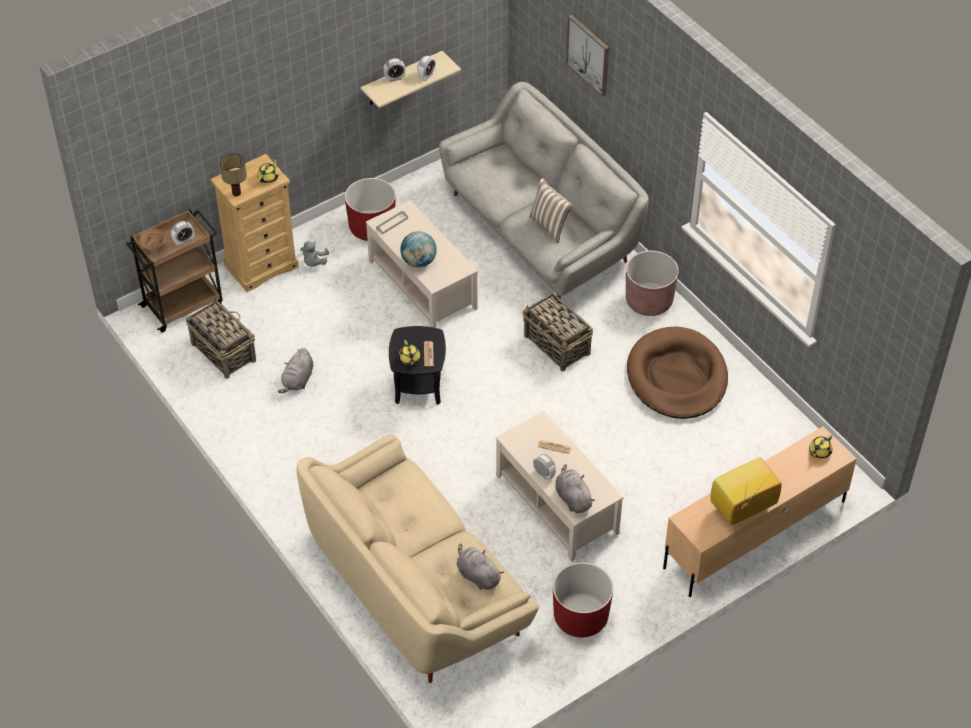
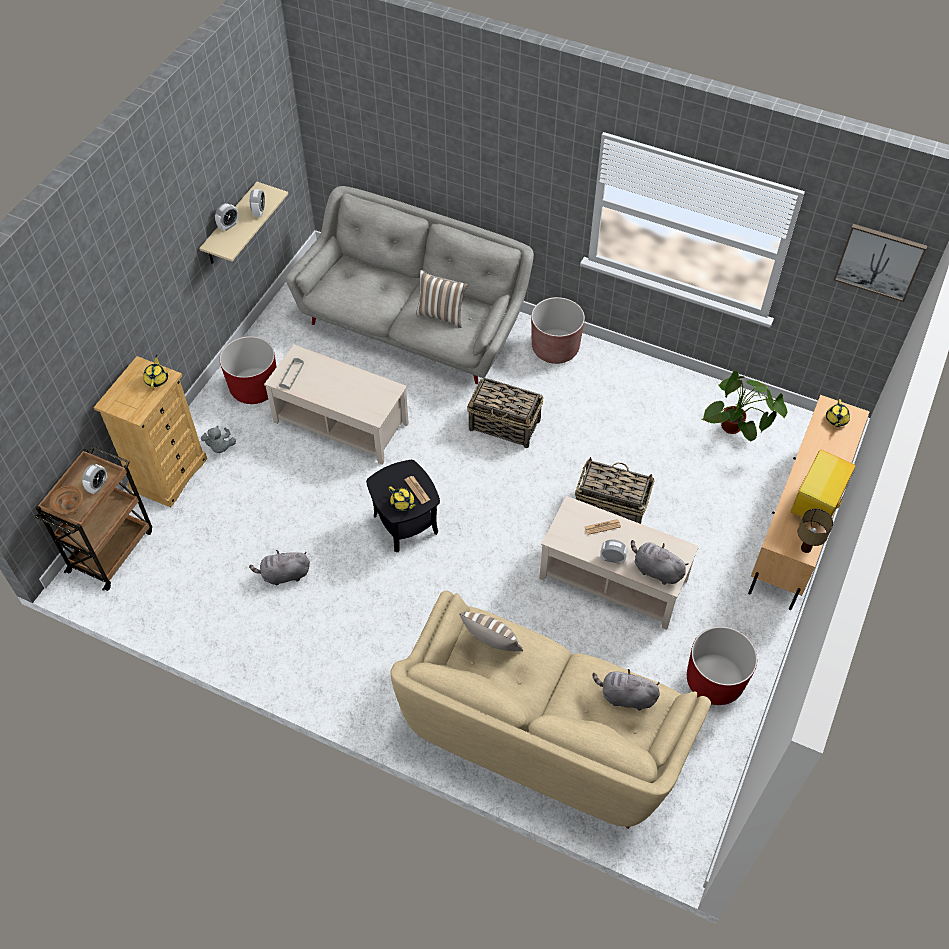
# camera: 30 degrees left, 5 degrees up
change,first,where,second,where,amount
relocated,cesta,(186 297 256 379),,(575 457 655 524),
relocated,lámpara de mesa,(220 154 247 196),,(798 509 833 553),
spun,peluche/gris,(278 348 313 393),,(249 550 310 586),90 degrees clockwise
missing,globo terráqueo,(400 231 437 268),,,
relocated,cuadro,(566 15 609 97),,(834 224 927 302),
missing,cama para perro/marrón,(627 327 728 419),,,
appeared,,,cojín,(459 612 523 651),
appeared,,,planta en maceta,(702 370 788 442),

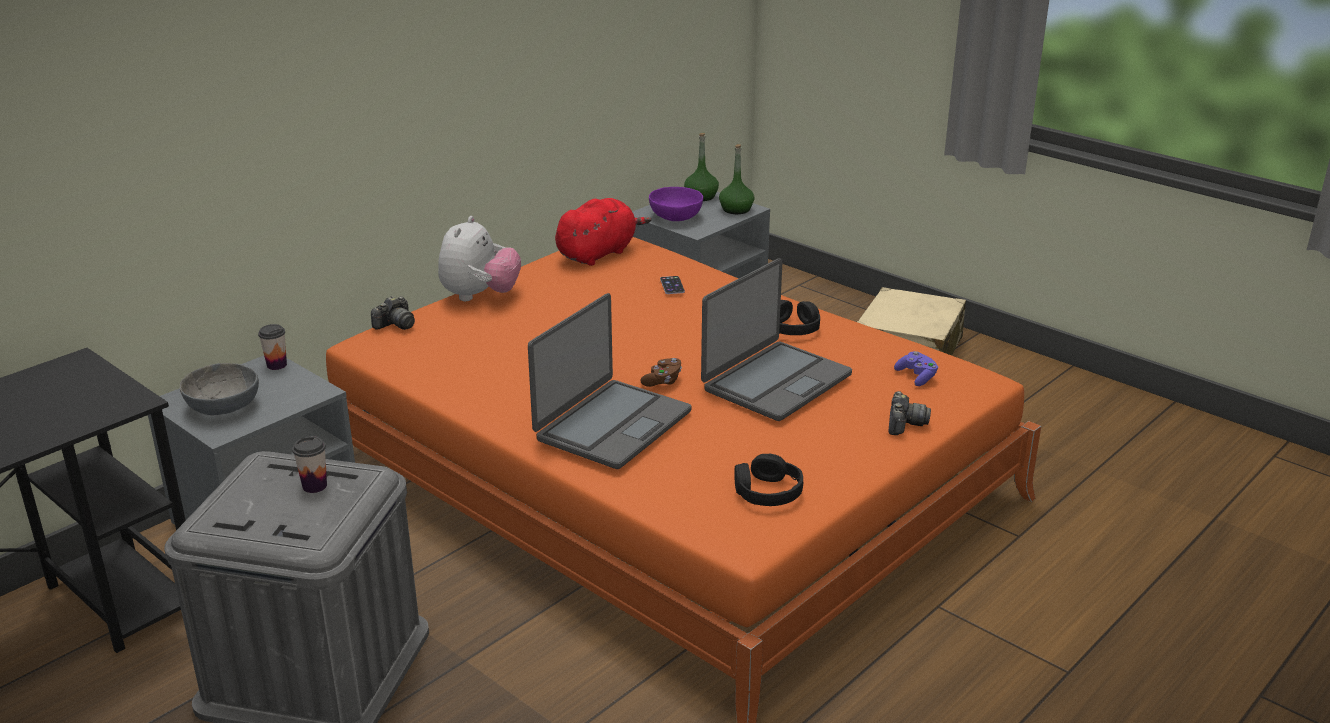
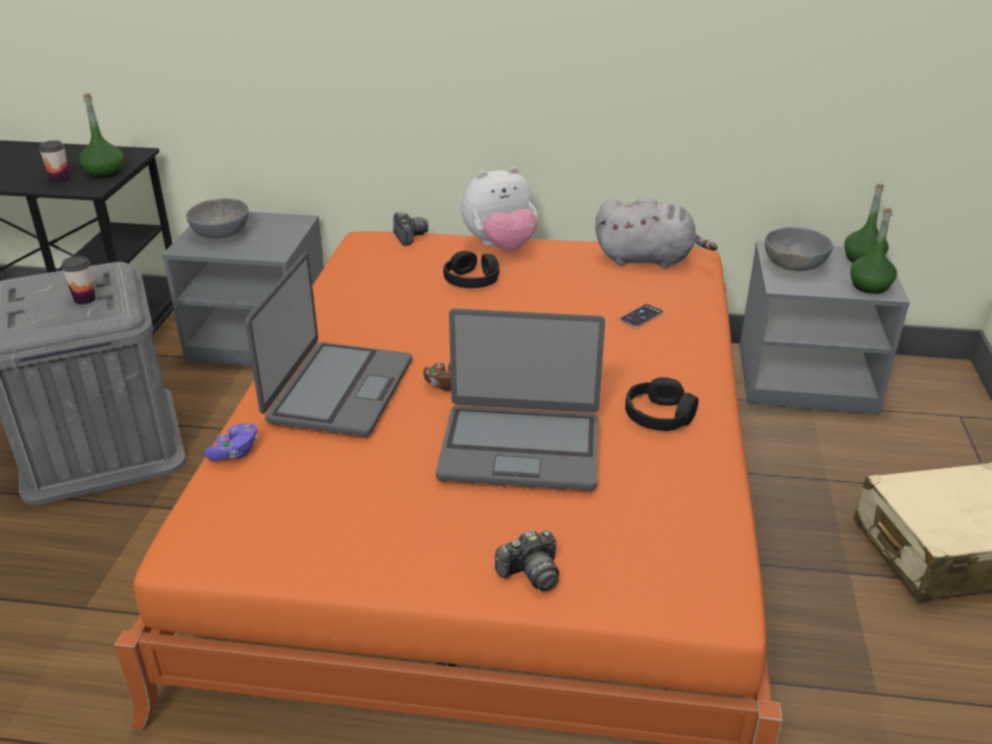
# camera: 55 degrees right, 5 degrees up
change,first,where,second,where,amount
relocated,taza,(258 324 287 370),,(39 140 70 184),
spun,cámara,(371 296 415 330),,(393 212 428 246),120 degrees counterclockwise
spun,portátil,(528 293 691 469),,(245 253 412 437),75 degrees counterclockwise
colour,peluche/rojo,(555 198 651 266),peluche/gris,(595 198 718 268),
colour,cuenco/morado,(649 187 703 221),cuenco/gris,(765 227 833 271),
relocated,auriculares/negro,(734 454 803 506),,(443 251 499 288),
relocated,mando de consola/morado,(894 351 938 386),,(204 423 257 461),
appeared,,,botella/verde,(79 93 124 178),

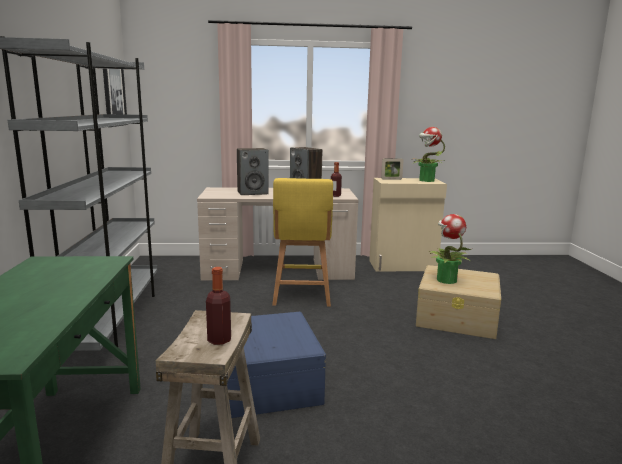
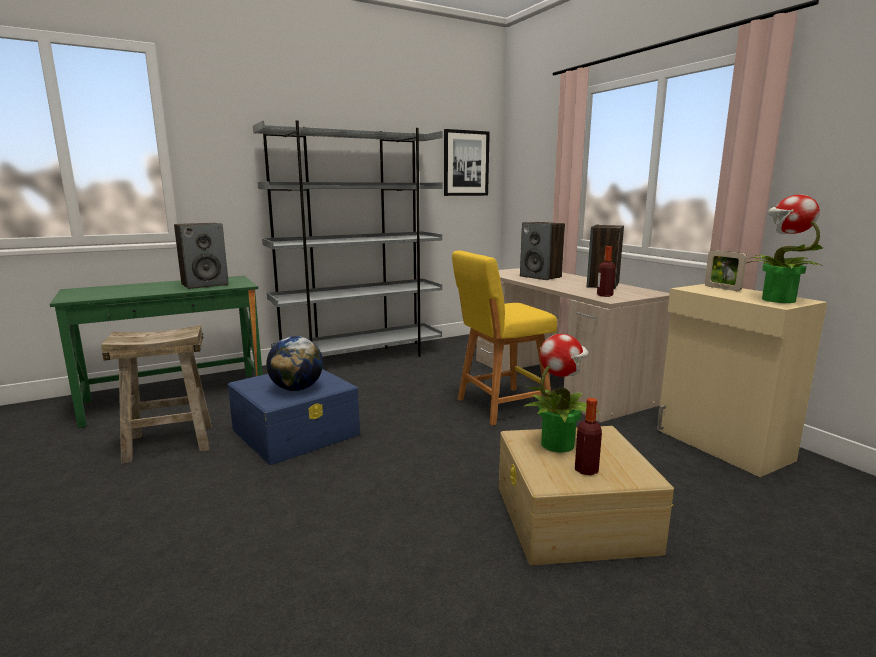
# camera: 65 degrees right, 0 degrees up
change,first,where,second,where,amount
relocated,botella,(206 267 231 345),,(575 398 602 475),
appeared,,,altavoz,(174 223 229 289),
appeared,,,globo terráqueo,(266 336 323 391),

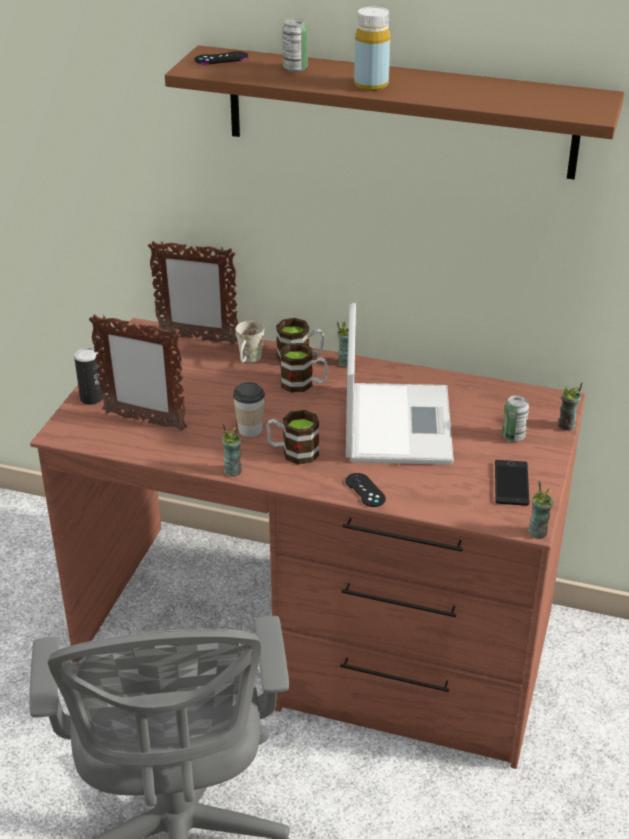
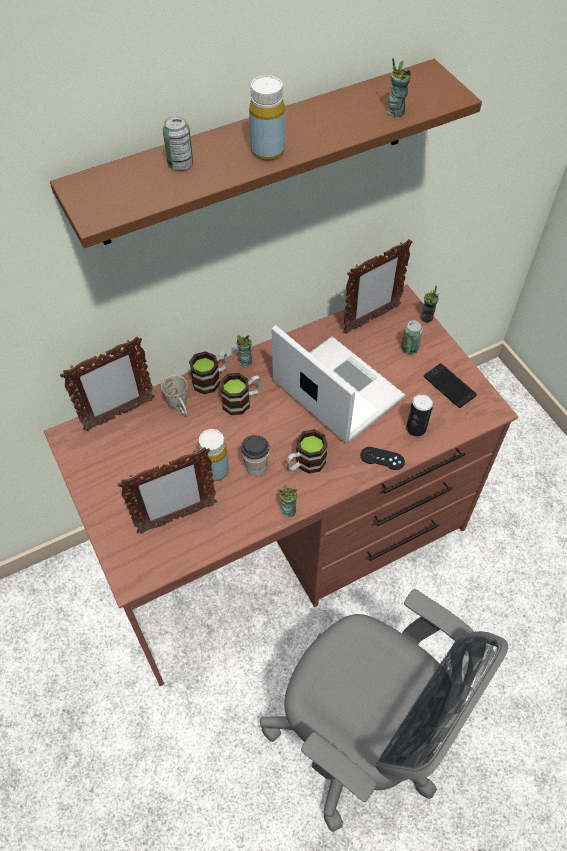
# camera: 45 degrees left, 20 degrees up
change,first,where,second,where,amount
relocated,lata,(74 348 103 405),,(406 393 433 436),
missing,mando de consola/negro,(195 51 249 64),,,
relocated,taza,(528 481 553 539),,(387 58 411 117),
appeared,,,botella/amarillo,(199 429 229 481),
appeared,,,portarretratos,(343 239 412 334),

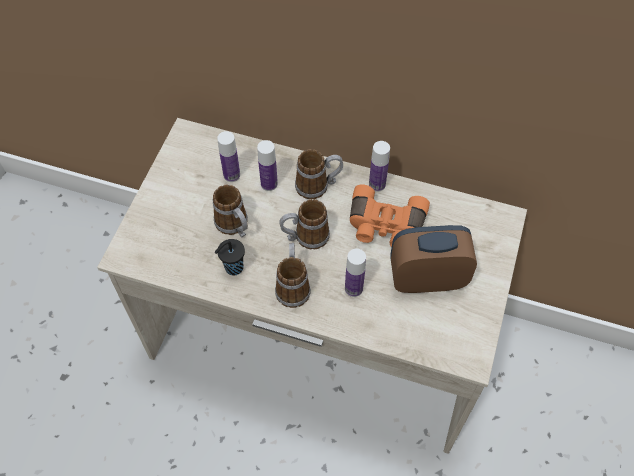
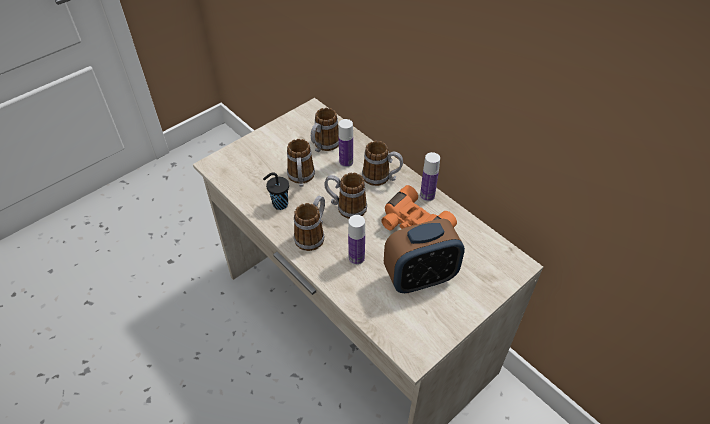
# camera: 30 degrees right, 10 degrees down
change,first,where,second,where,amount
exchanged,botella,(217 131 240 182),taza grande,(311 108 339 152),
spun,despertador,(390 225 477 293),,(384 219 465 293),135 degrees clockwise

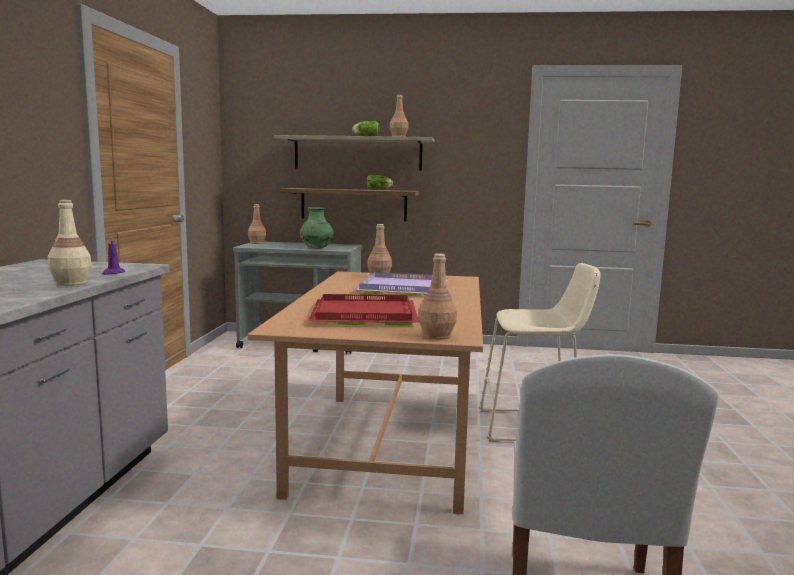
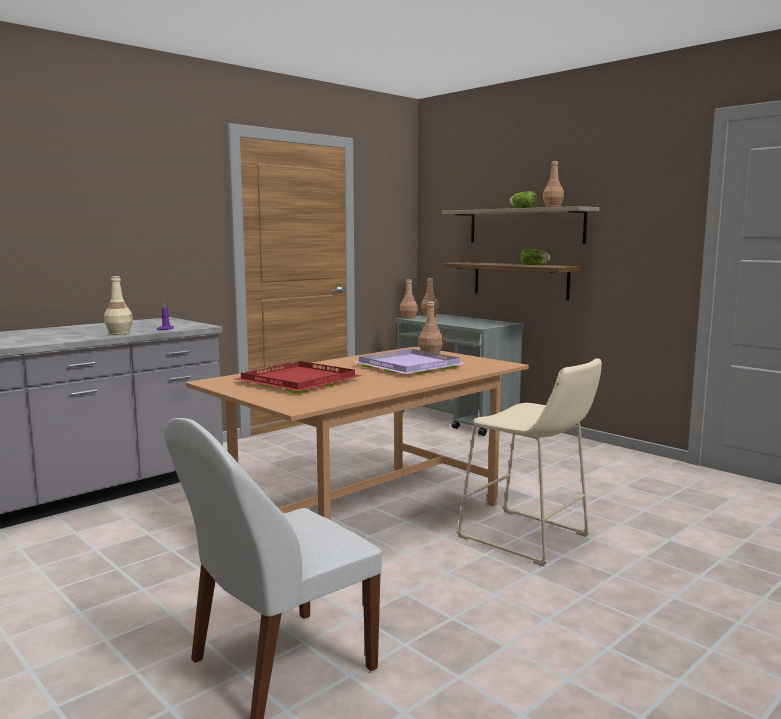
# camera: 40 degrees right, 0 degrees up
change,first,where,second,where,amount
missing,florero/verde,(300 207 334 249),,,
relocated,botella/marrón,(418 253 457 340),,(400 279 418 319),

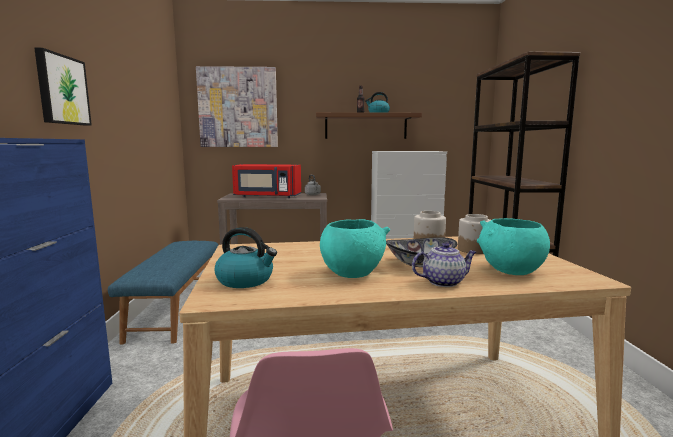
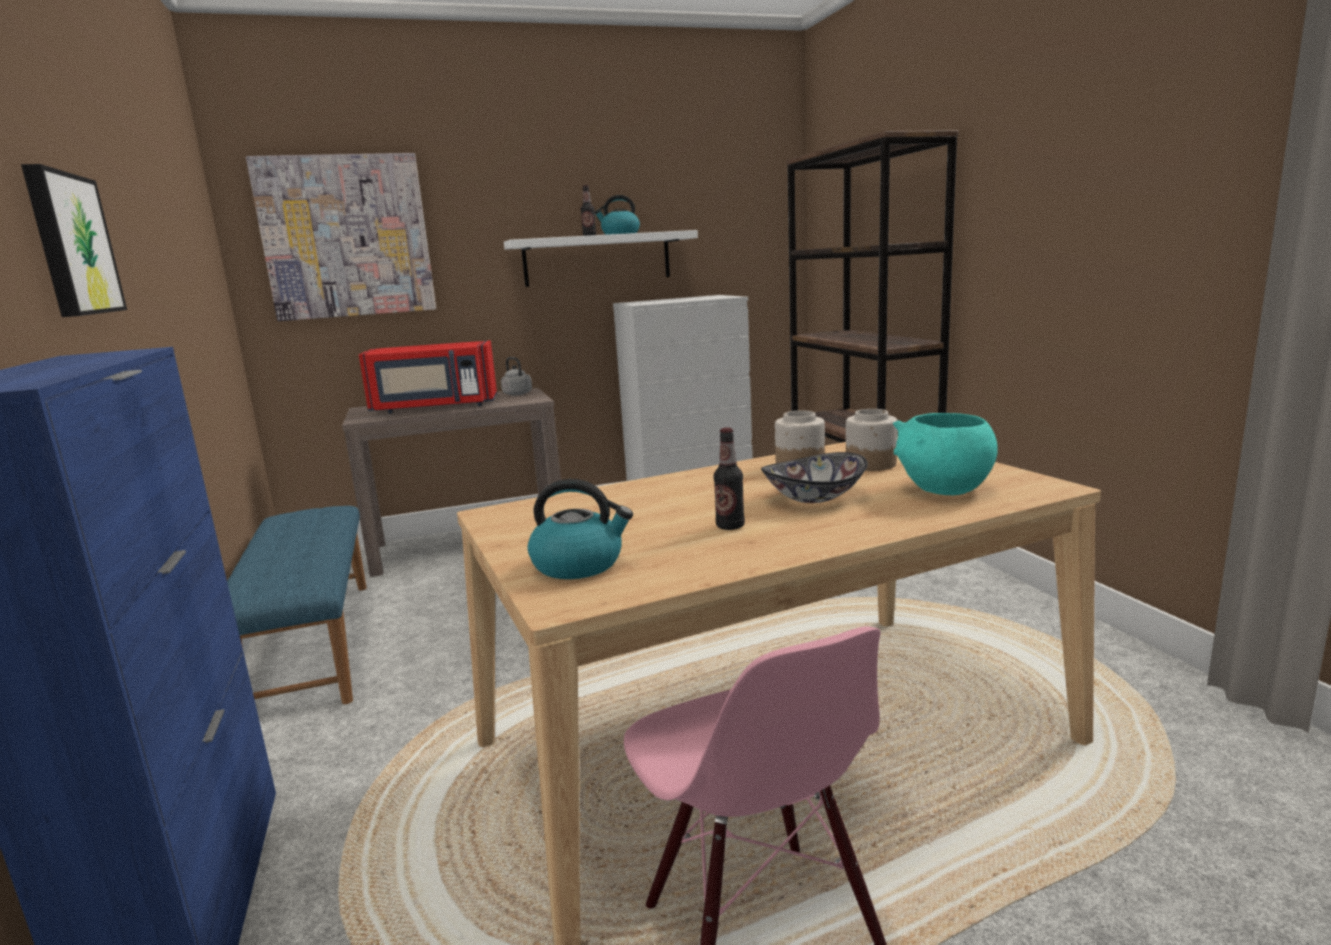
# camera: 15 degrees left, 5 degrees up
change,first,where,second,where,amount
colour,estante/marrón,(316 112 422 139),estante/blanco,(504 230 698 287),
exchanged,cuenco/turquesa,(320 219 390 278),botella,(714 428 745 530),
missing,tetera,(412 243 476 287),,,

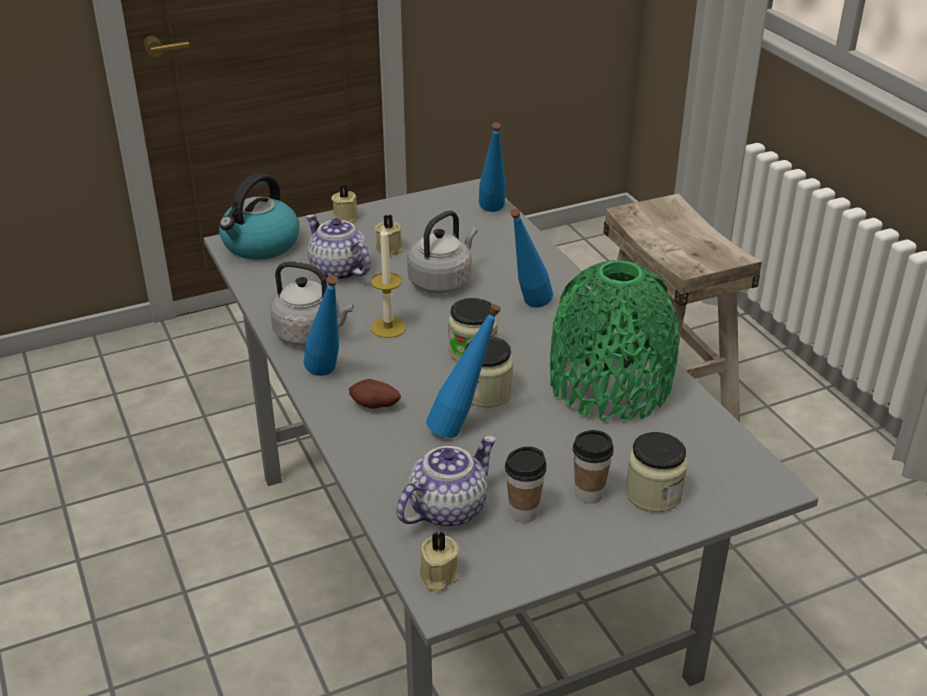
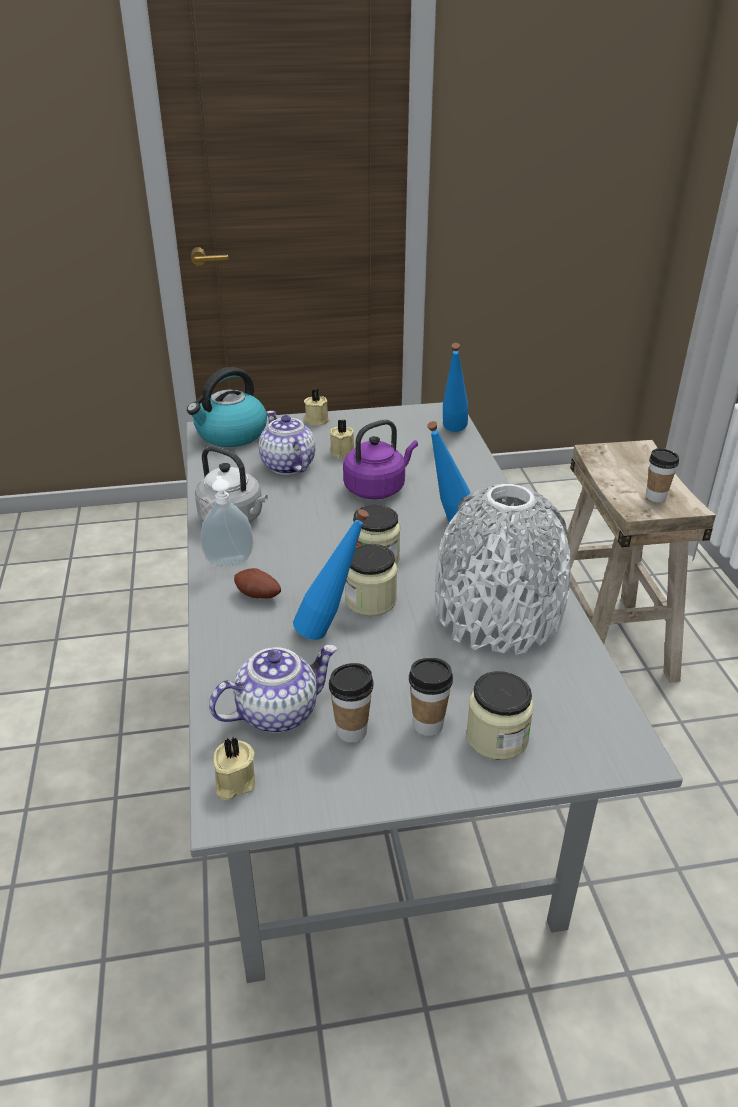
# camera: 15 degrees right, 0 degrees up
change,first,where,second,where,amount
exchanged,botella/azul,(304 275 339 376),dispensador de jabón,(201 476 253 567),
missing,vela,(371 227 406 338),,,
colour,hervidor/gris,(407 211 478 294),hervidor/morado,(343 419 418 499),
colour,florero/verde,(550 260 679 421),florero/gris,(435 484 570 655),
appeared,,,taza,(646 448 679 502),

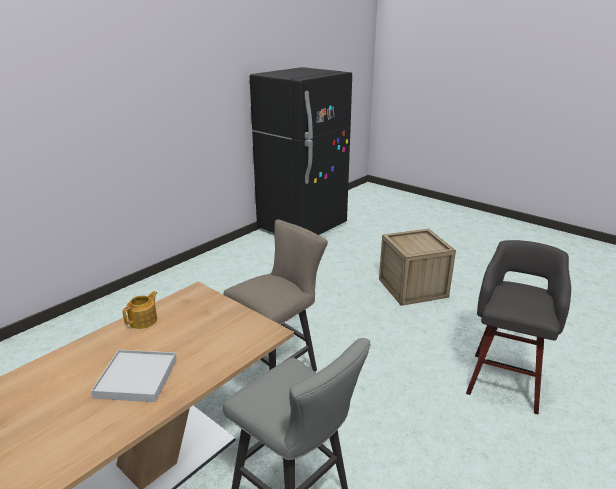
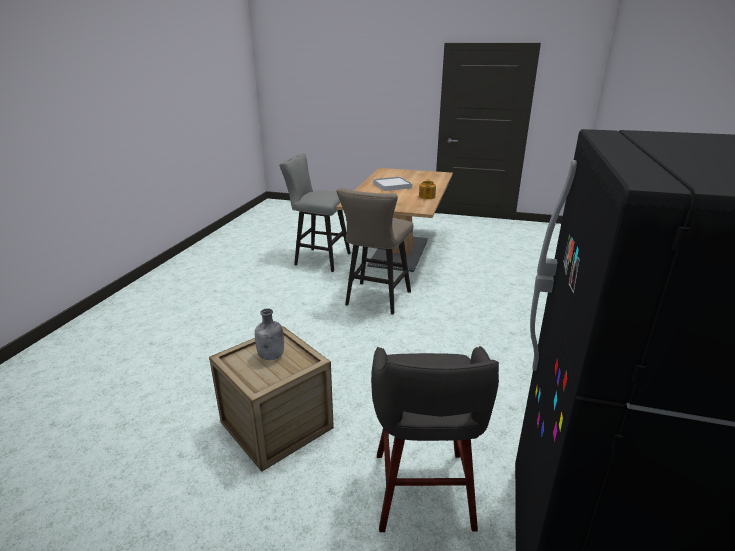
# camera: 155 degrees right, 0 degrees up
change,first,where,second,where,amount
relocated,taburete/gris,(466 240 571 414),,(371 346 499 532),
appeared,,,botella/gris,(255 308 284 360),

